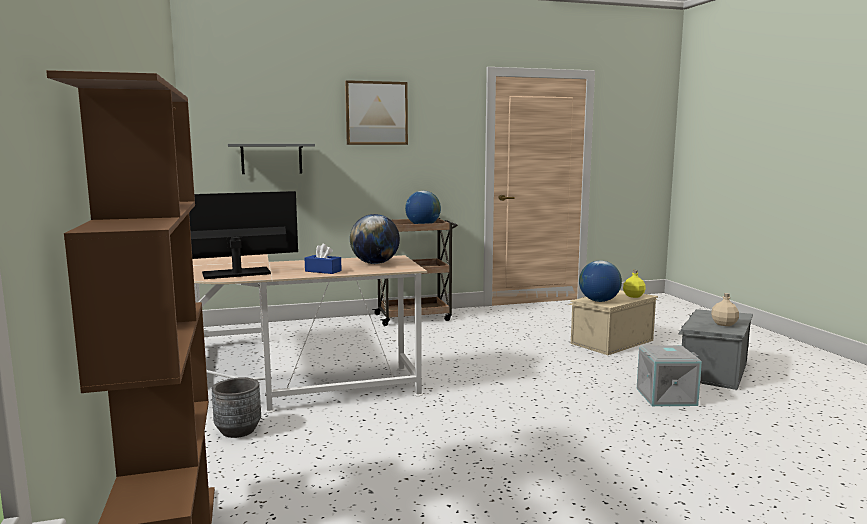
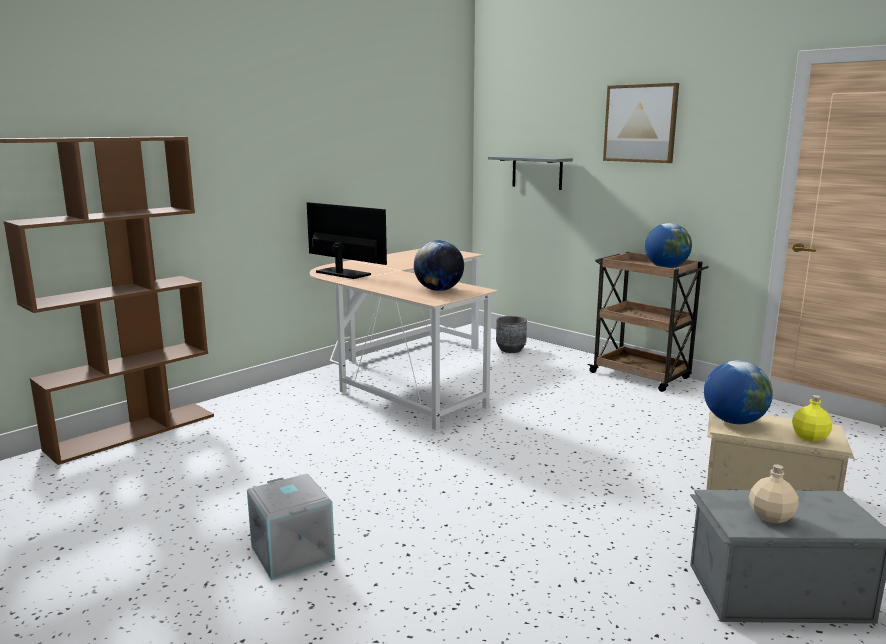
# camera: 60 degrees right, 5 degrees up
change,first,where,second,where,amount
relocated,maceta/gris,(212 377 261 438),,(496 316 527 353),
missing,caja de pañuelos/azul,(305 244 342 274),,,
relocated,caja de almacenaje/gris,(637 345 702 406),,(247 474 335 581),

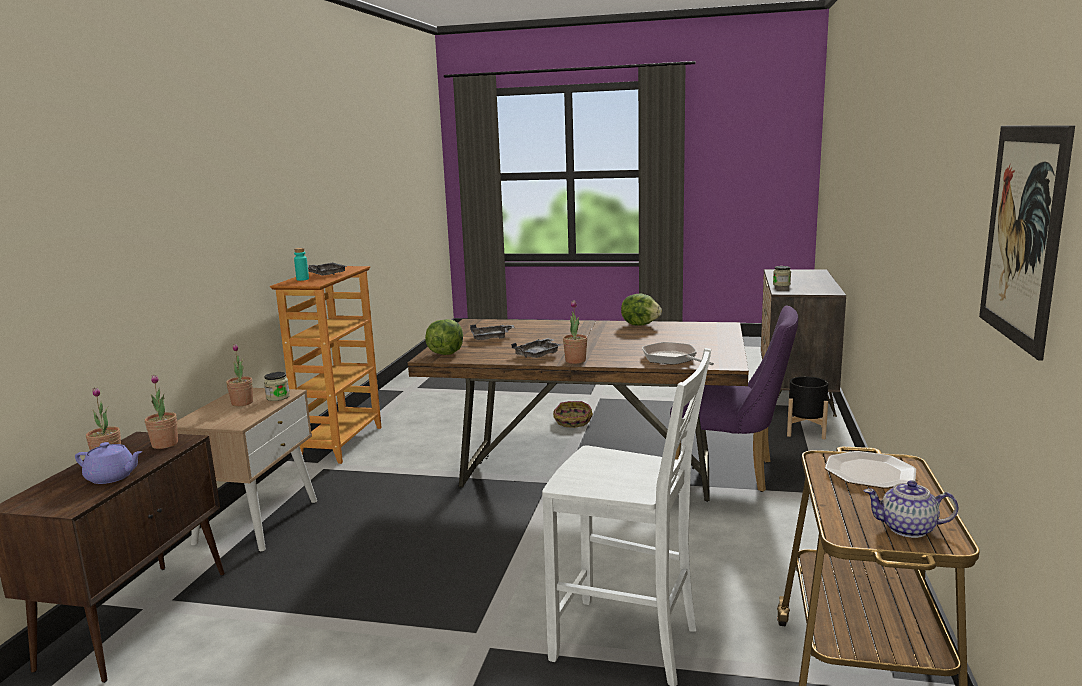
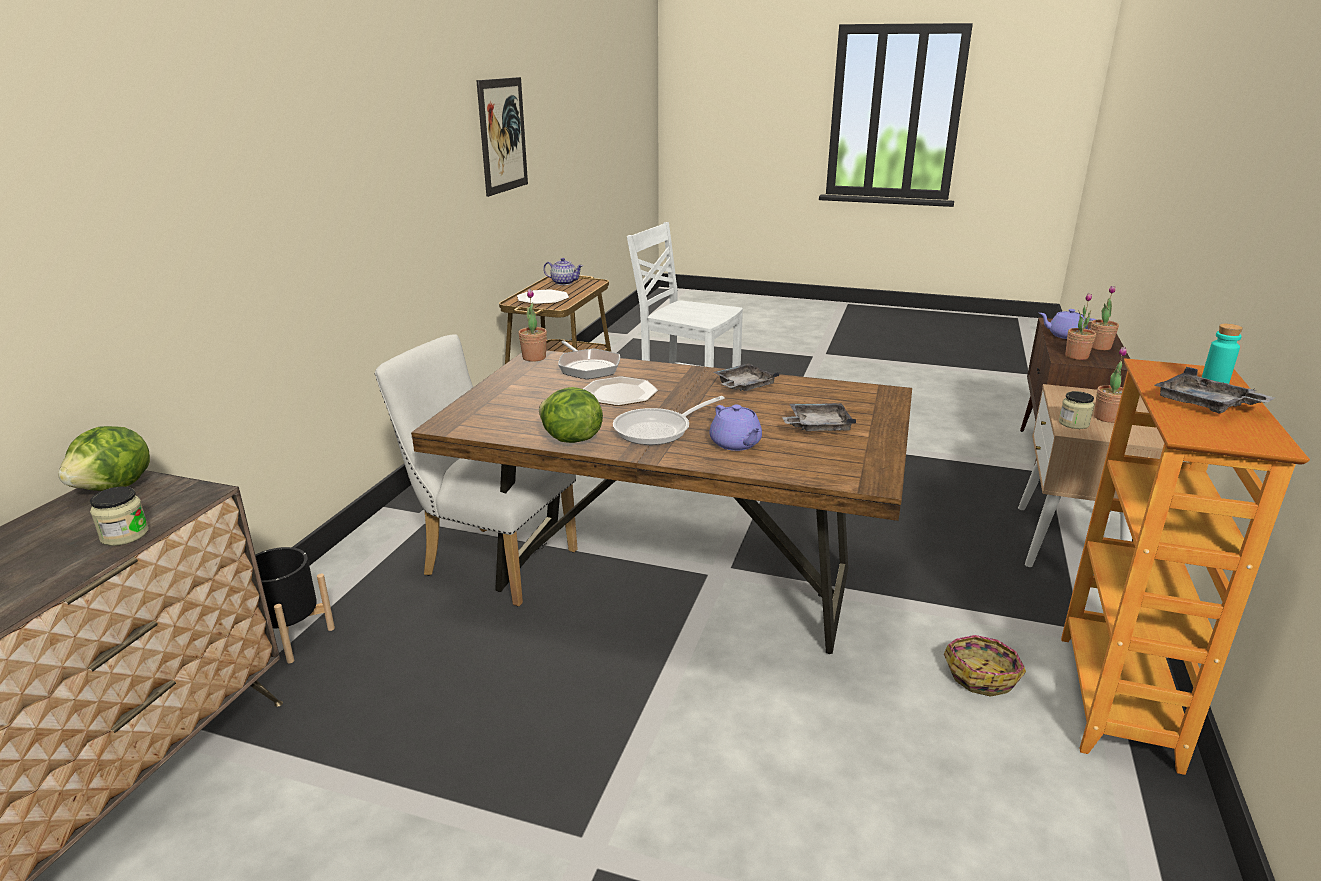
# camera: 175 degrees left, 10 degrees up
change,first,where,second,where,amount
relocated,lechuga,(425 319 463 355),,(58 426 150 491),
relocated,cesta,(553 401 593 428),,(944 635 1026 697),
relocated,planta en maceta,(563 300 587 364),,(518 289 547 362),
colour,silla/morado,(670 306 798 492),silla/blanco,(375 334 578 606),
appeared,,,plato,(583 377 658 406),
appeared,,,sartén,(613 396 725 445),
appeared,,,tetera/morado,(709 405 762 451),

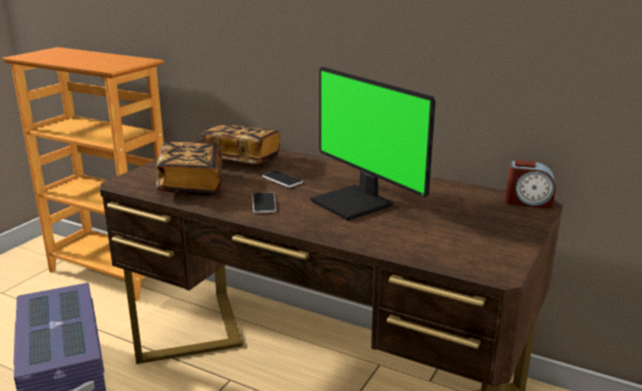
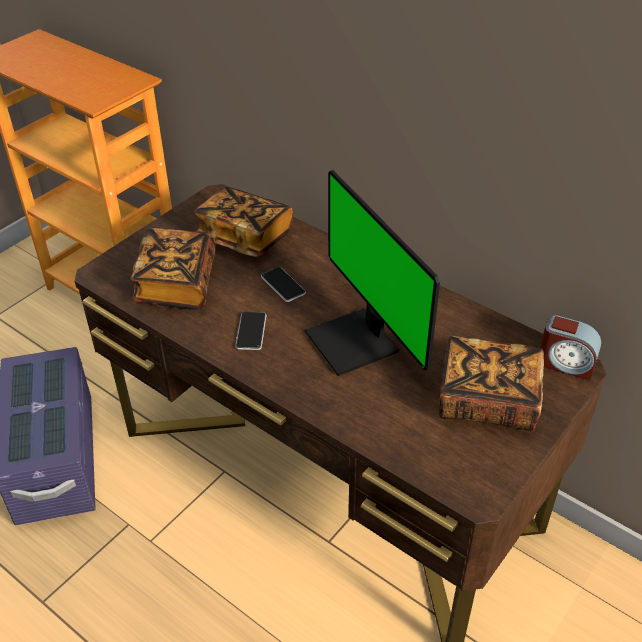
# camera: 10 degrees right, 20 degrees up
change,first,where,second,where,amount
appeared,,,libro,(439 336 544 431),

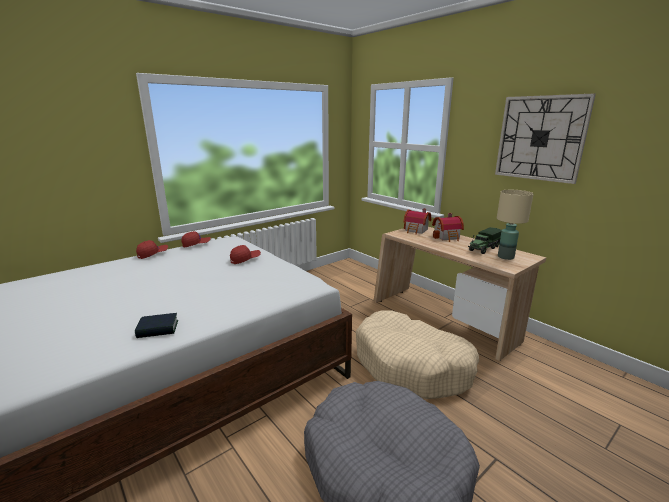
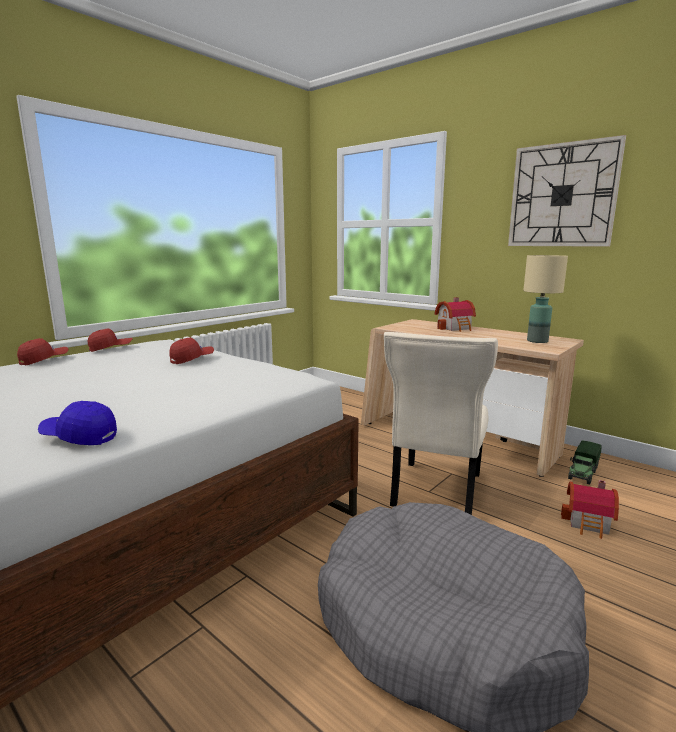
# camera: 10 degrees left, 5 degrees down
change,first,where,second,where,amount
exchanged,libro,(135 313 178 338),gorra/azul,(38 401 117 445),
exchanged,cama para perro/beis,(356 310 479 399),silla/beis,(384 332 498 515),
relocated,casita,(403 208 431 235),,(561 480 619 539),
relocated,camión de juguete,(468 227 502 254),,(568 440 602 485),

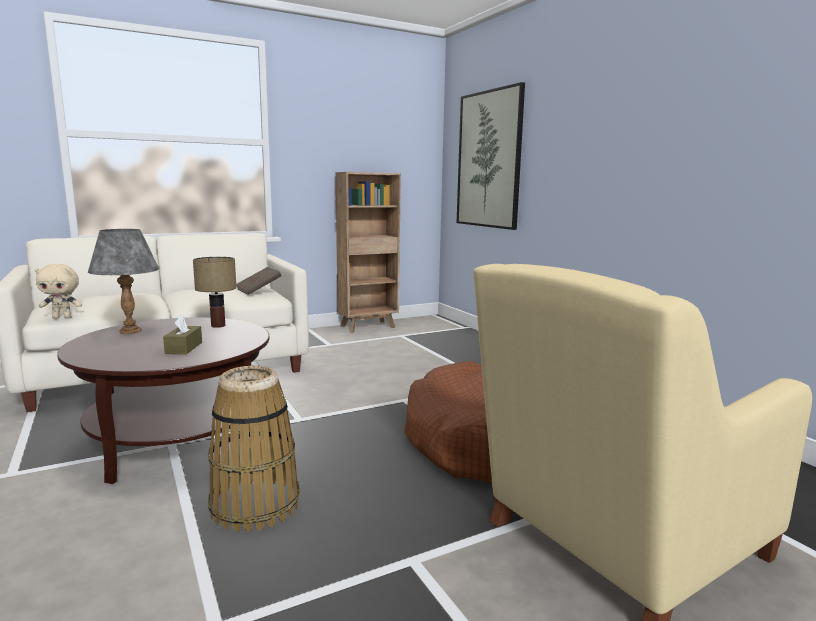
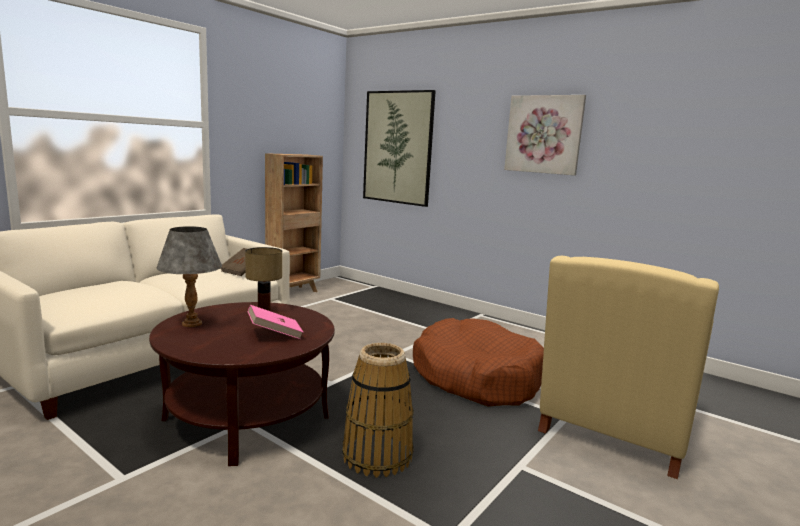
# camera: 25 degrees left, 0 degrees up
change,first,where,second,where,amount
missing,peluche/beis,(35 264 82 319),,,
exchanged,caja de pañuelos/marrón,(163 314 202 354),libro/rosa,(248 305 304 339),
appeared,,,cuadro,(504 95 586 175),

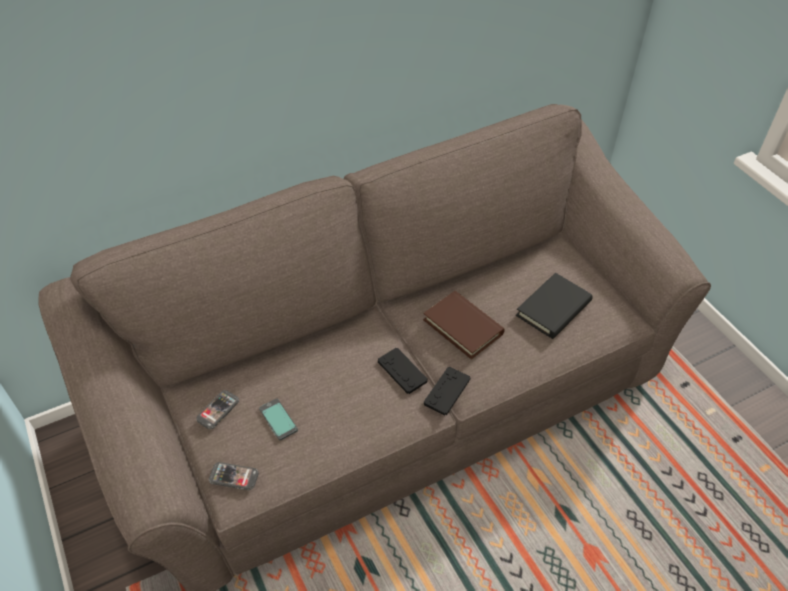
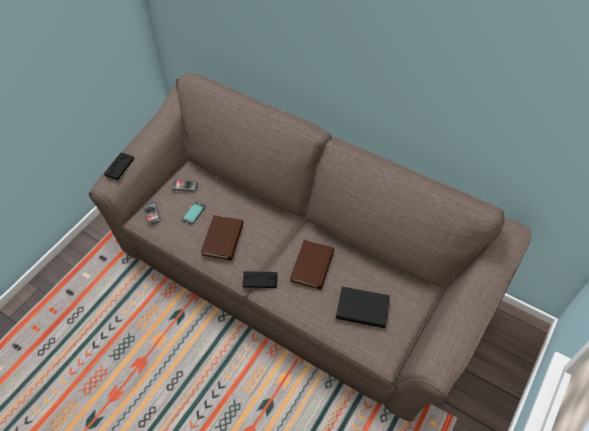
# camera: 60 degrees right, 5 degrees up
change,first,where,second,where,amount
relocated,mando de consola/negro,(378 348 428 394),,(104 153 134 180),
appeared,,,libro/marrón,(201 215 244 261),

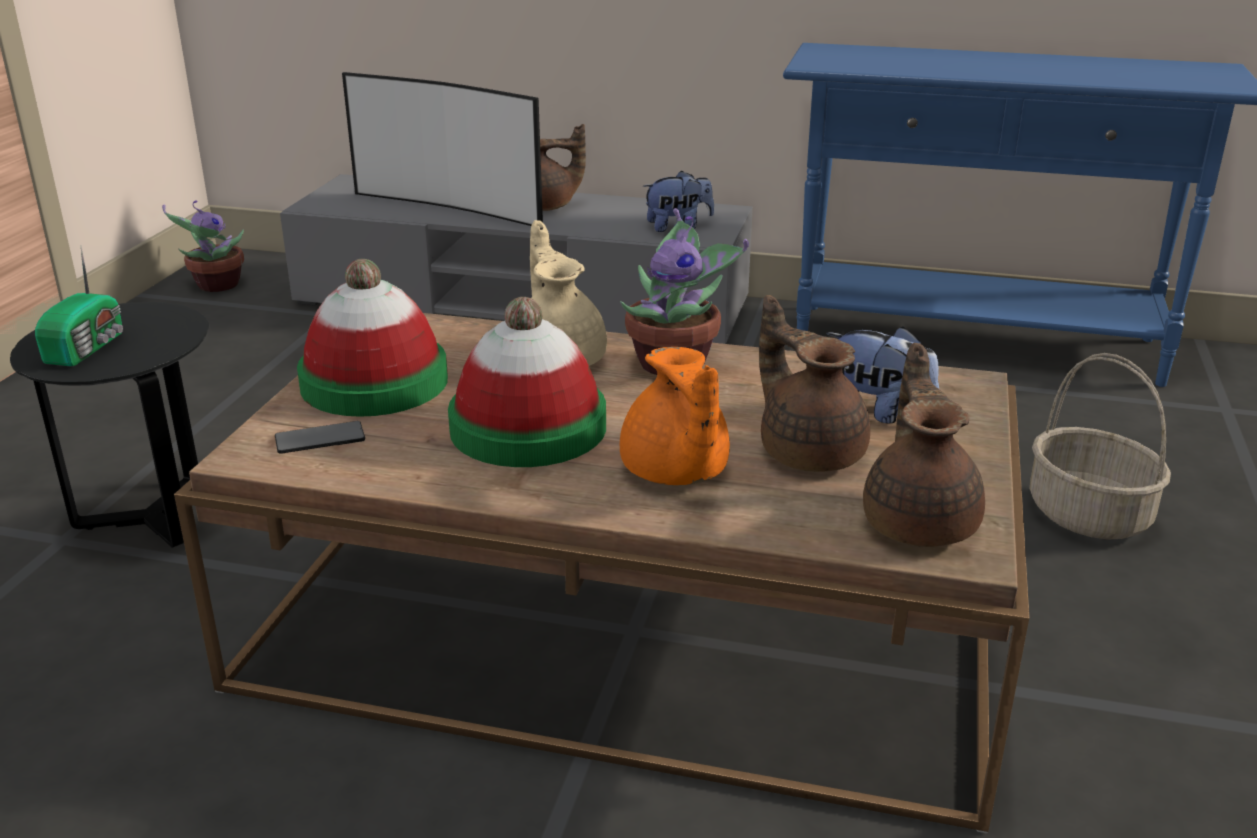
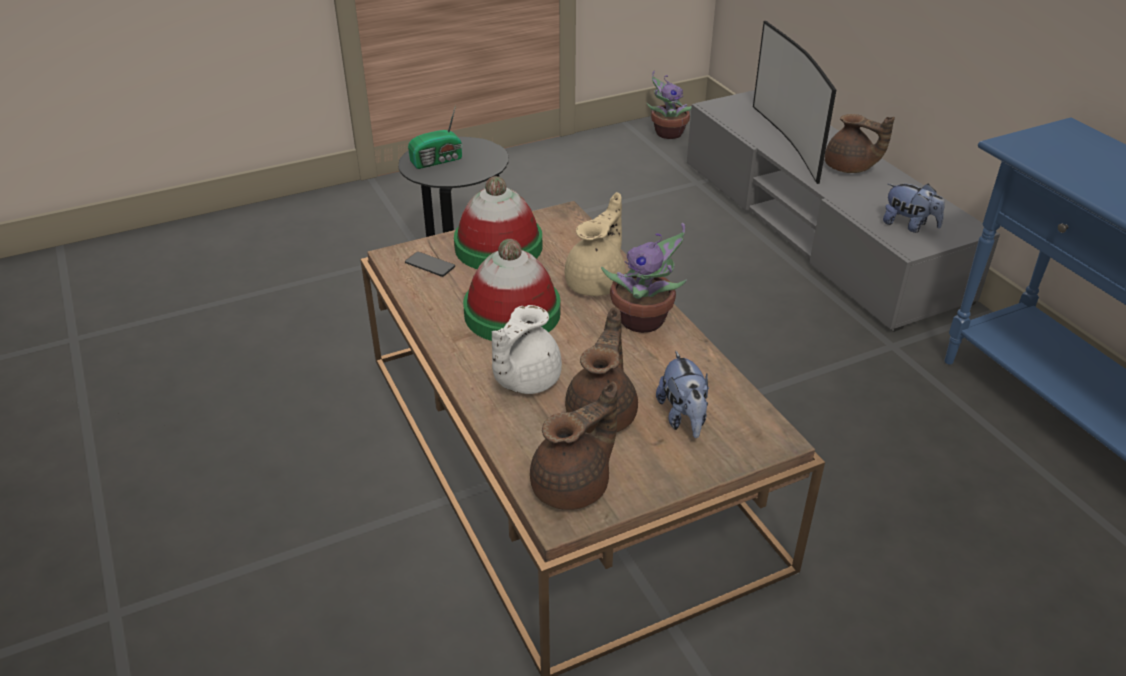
# camera: 50 degrees right, 10 degrees up
change,first,where,second,where,amount
colour,tetera/naranja,(620 347 730 485),tetera/blanco,(492 305 562 394),
missing,cesta,(1030 353 1171 540),,,

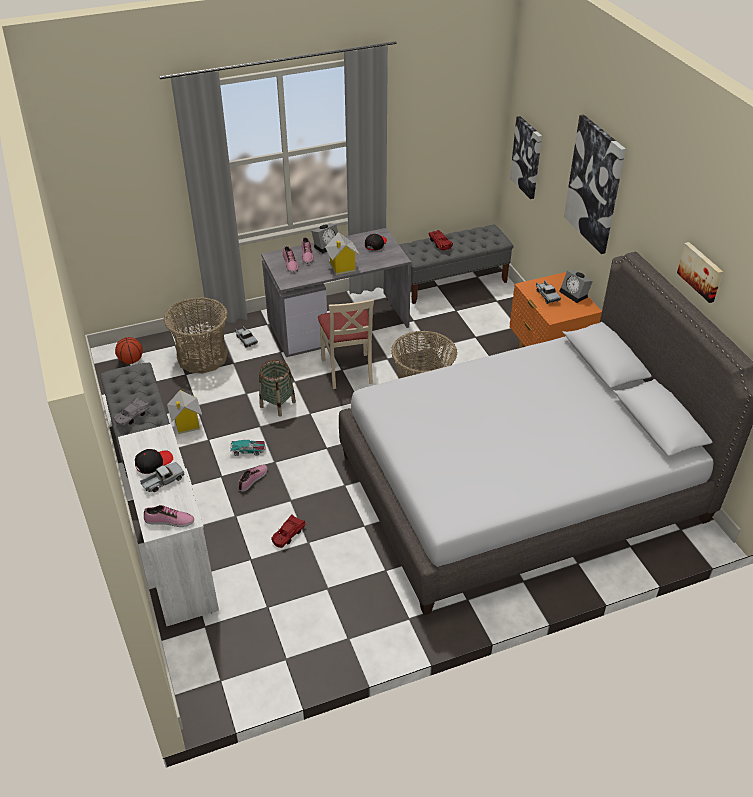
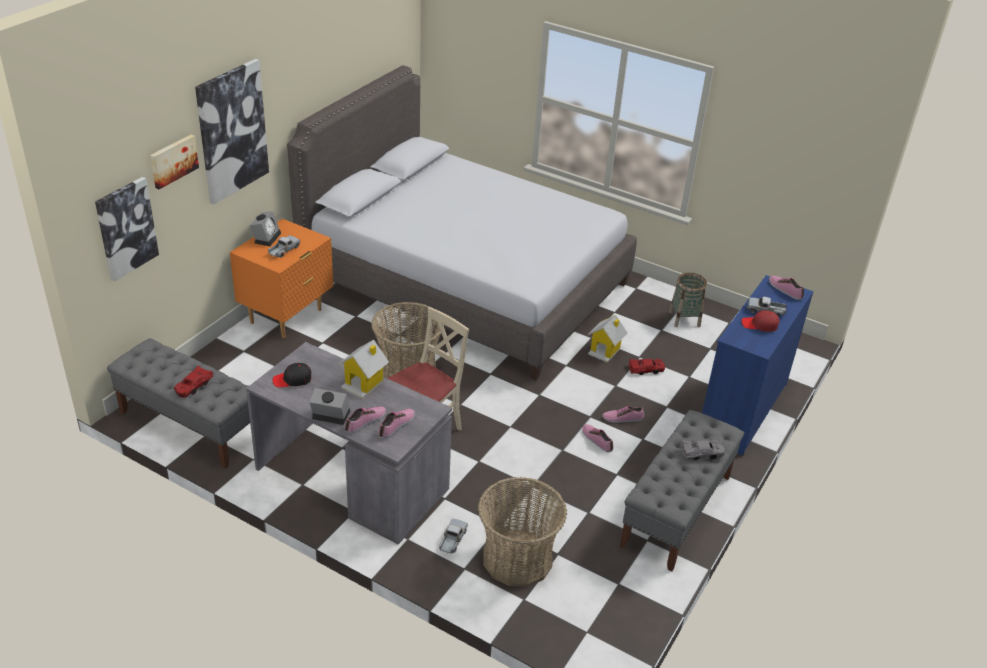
# camera: 130 degrees left, 5 degrees down
change,first,where,second,where,amount
missing,balón de baloncesto,(115 337 143 364),,,
colour,cómoda/blanco,(118 424 219 626),cómoda/azul,(702 275 814 456),
colour,gorra/negro,(135 449 173 474),gorra/rojo,(741 310 779 332),
relocated,casita,(167 390 202 434),,(588 315 627 362),
exchanged,coche de juguete,(230 440 266 456),zapato,(582 424 613 453),
relocated,cesta,(259 360 296 417),,(669 273 707 327),
relocated,cuadro,(677 242 723 303),,(150 135 199 189),

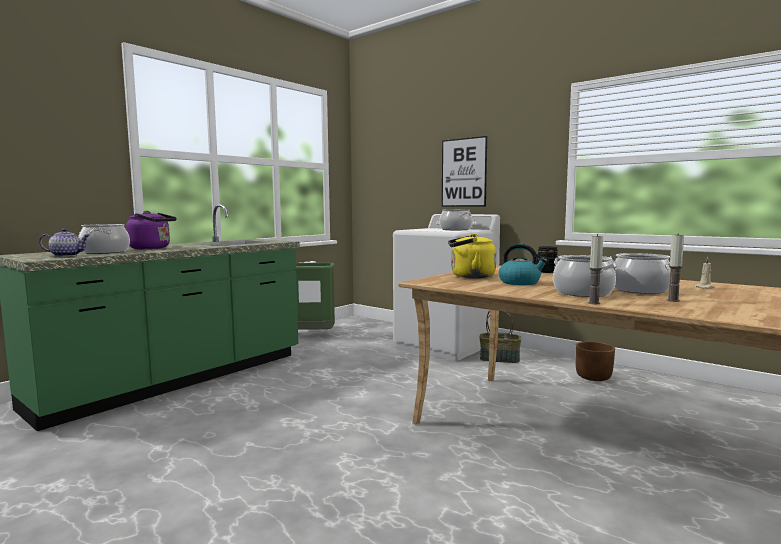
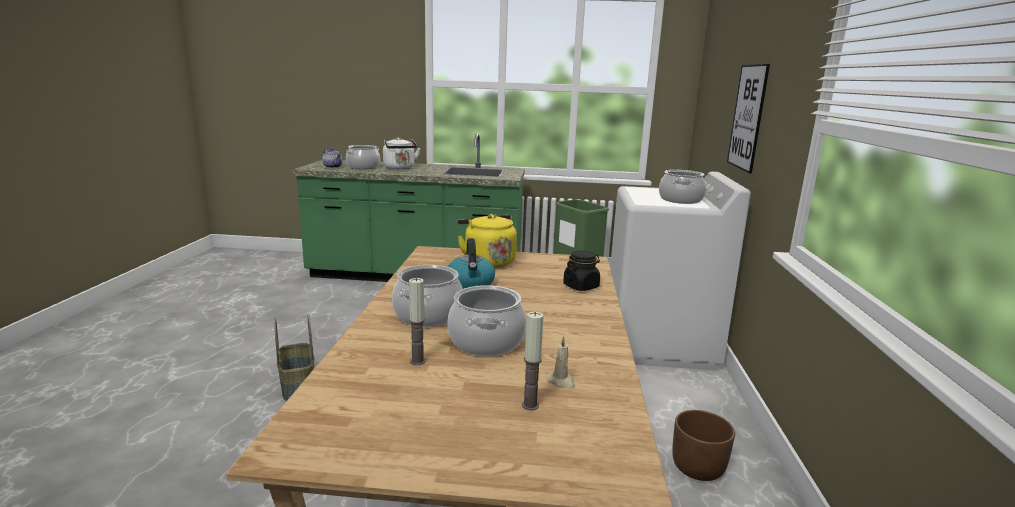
# camera: 55 degrees right, 10 degrees up
change,first,where,second,where,amount
colour,hervidor/morado,(126 211 177 249),hervidor/blanco,(383 137 420 169),
relocated,cesta,(480 310 521 363),,(274 314 314 401),
relocated,vela,(588 234 603 304),,(522 312 543 410),

